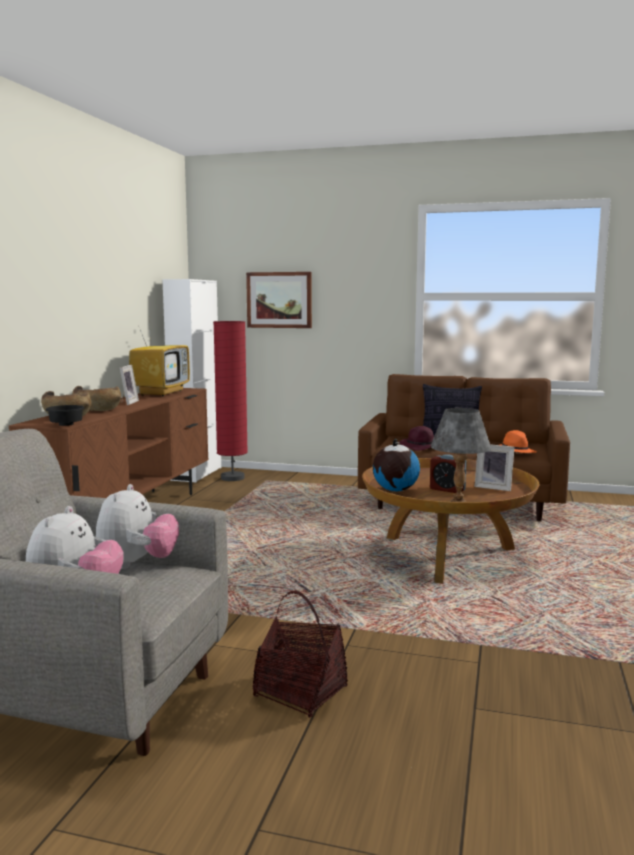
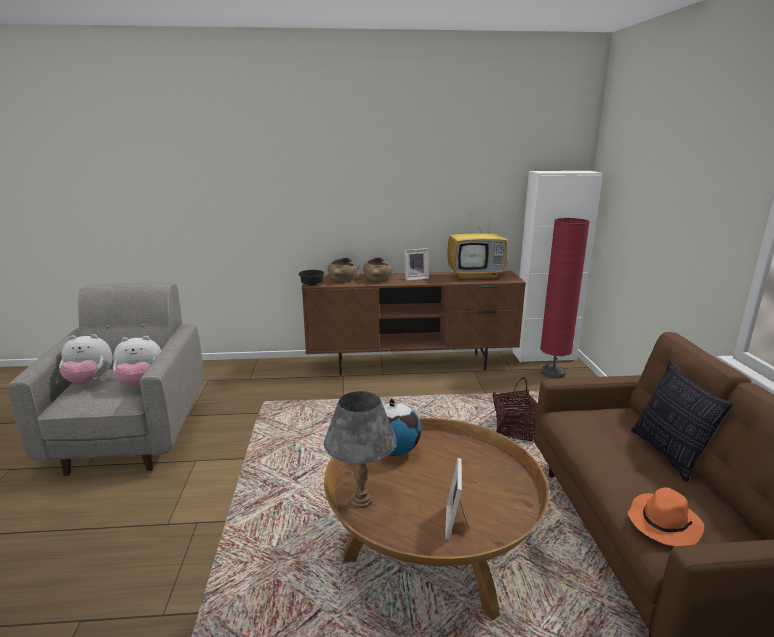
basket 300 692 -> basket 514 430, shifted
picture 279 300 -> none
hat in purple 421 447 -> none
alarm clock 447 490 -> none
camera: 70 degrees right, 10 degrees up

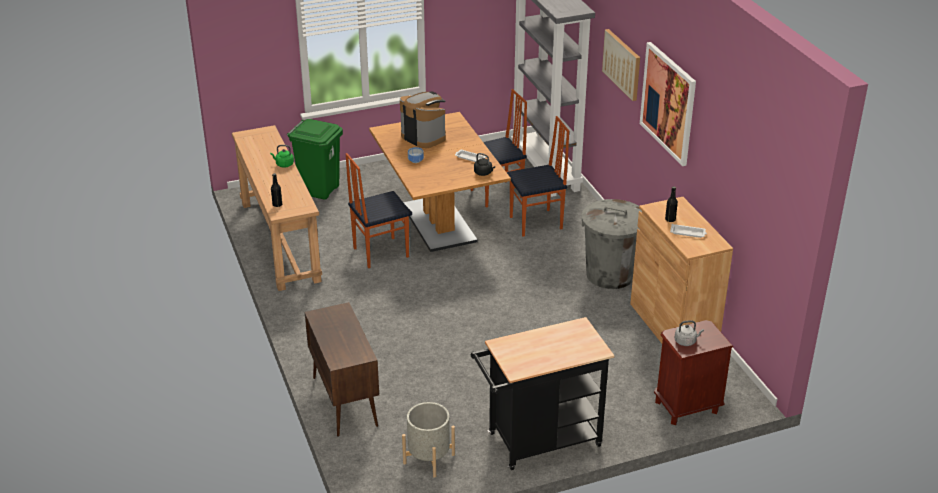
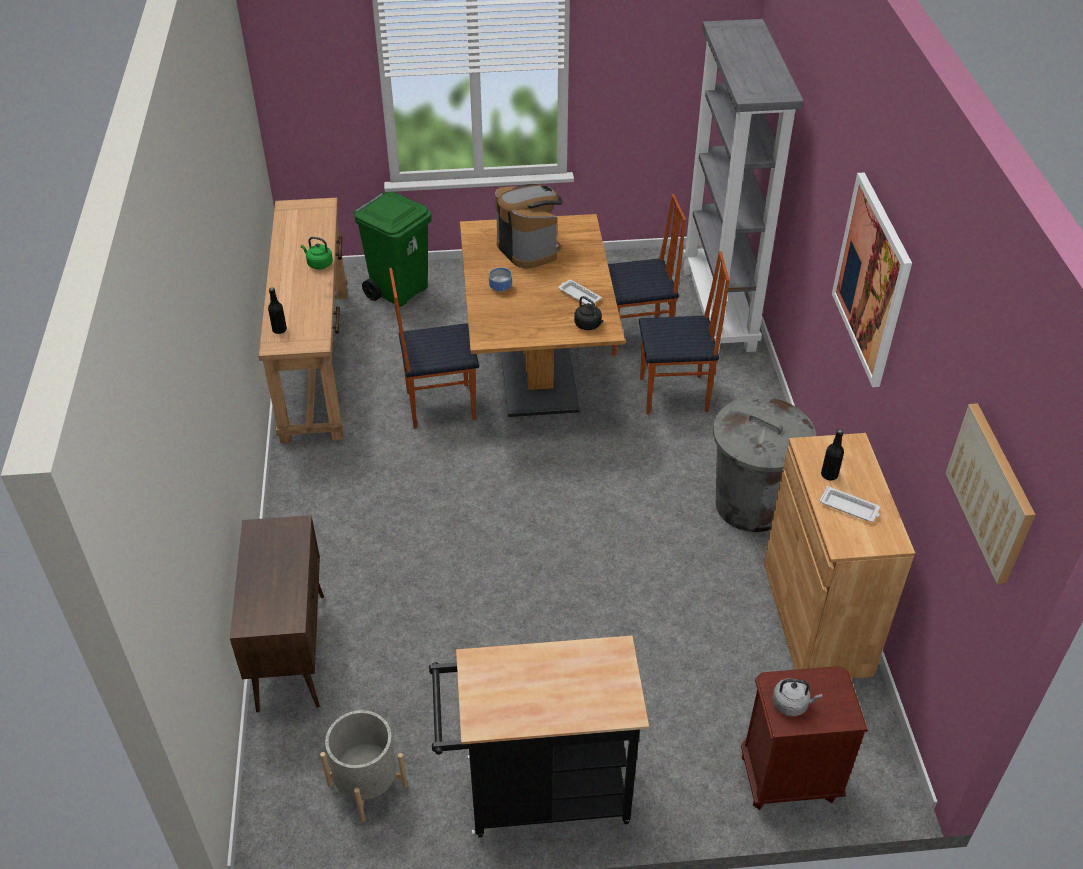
picture 622 64 -> picture 991 492, shifted
camera: 15 degrees right, 10 degrees up

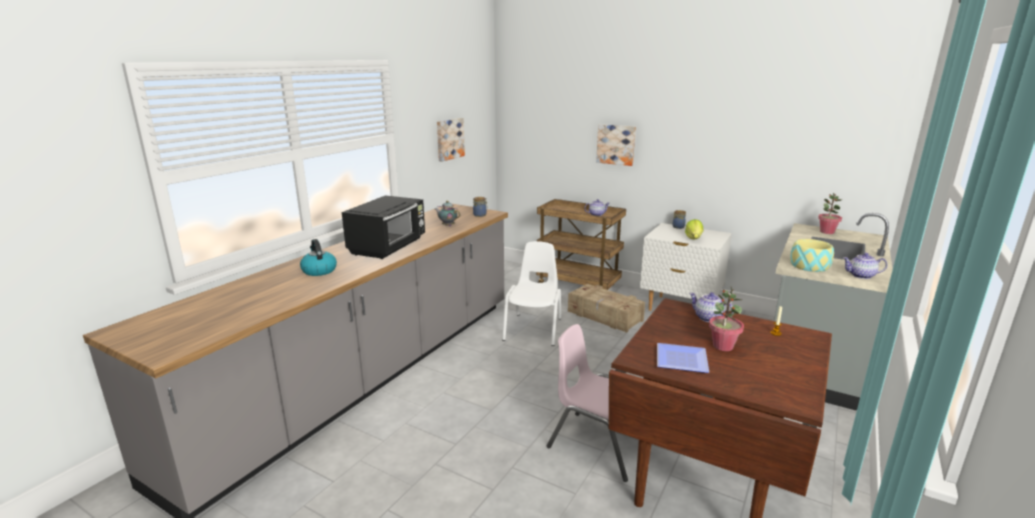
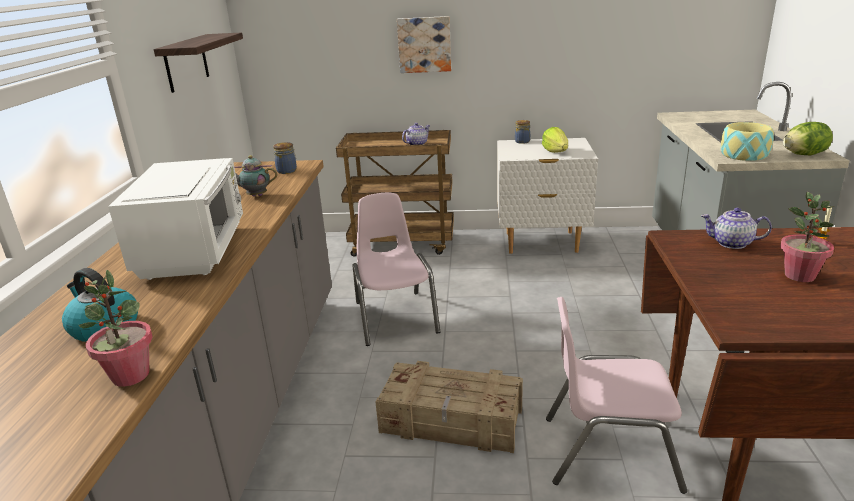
potted plant 827 232 -> potted plant 130 376, shifted
microwave in black 389 247 -> microwave in white 195 250
picture 449 139 -> shelf 186 62
chair in white 534 329 -> chair in pink 395 317
crate 605 316 -> crate 452 422, shifted
teapot 861 276 -> lettuce 803 155
plate 679 359 -> none
camera: 25 degrees left, 5 degrees up

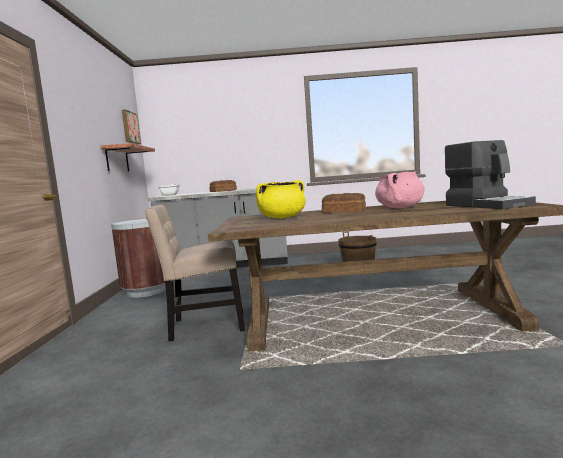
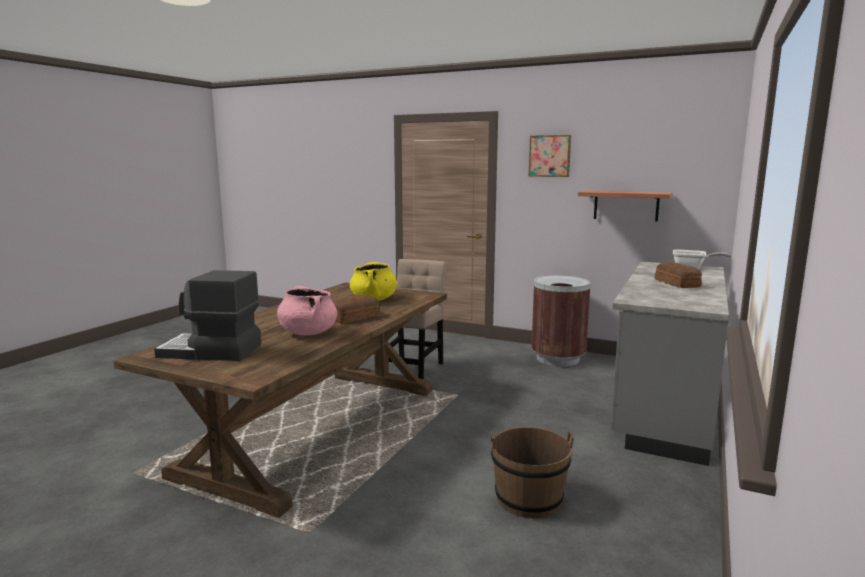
picture 129 127 -> picture 550 156, shifted
camera: 115 degrees right, 5 degrees up

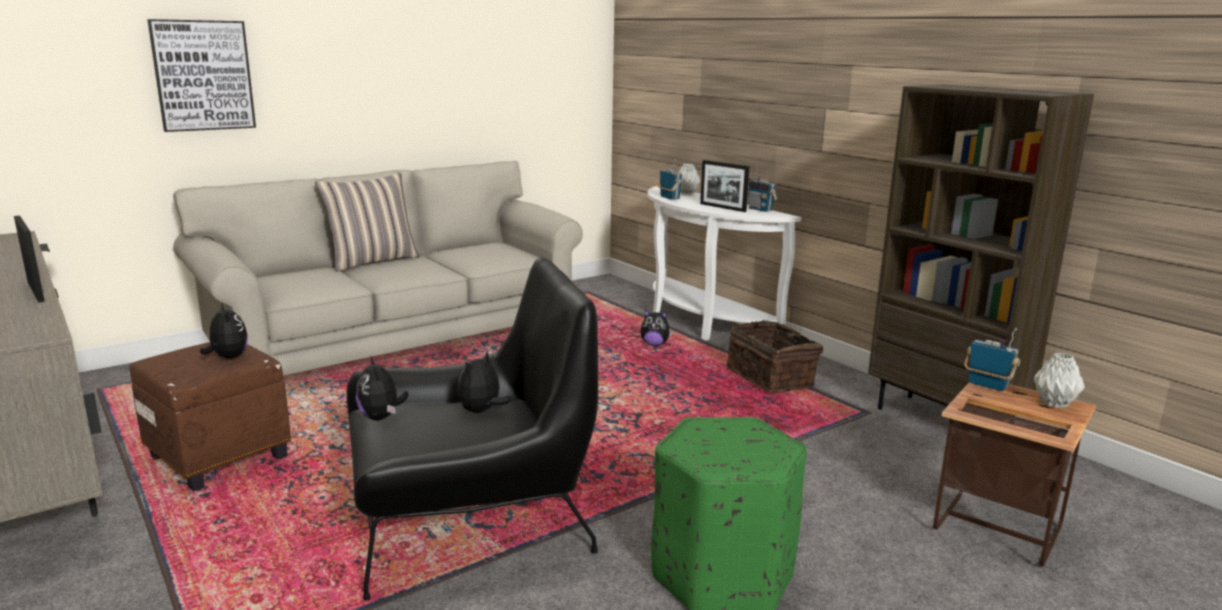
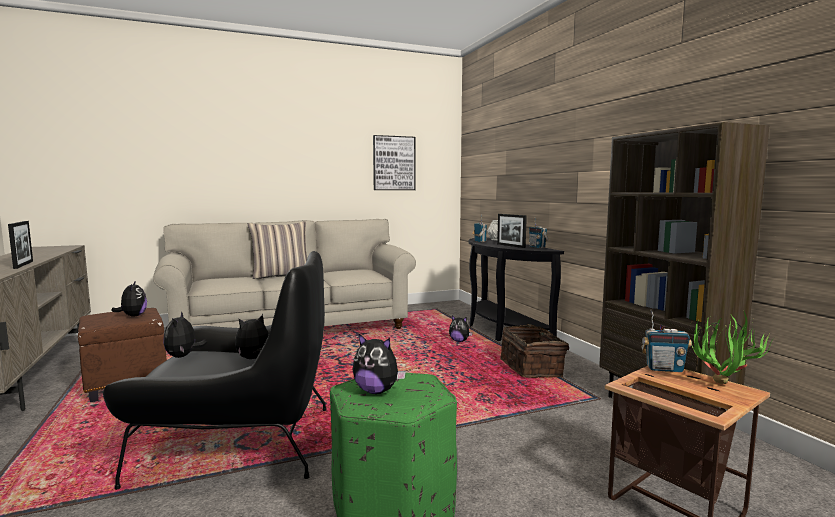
none -> plush toy 377 391
picture 203 75 -> picture 394 163, shifted
console table in white 699 323 -> console table in black 500 330
radio 987 385 -> radio 664 369, 135 degrees clockwise
vase in grey 1053 403 -> potted plant 723 387
camera: 15 degrees right, 10 degrees down

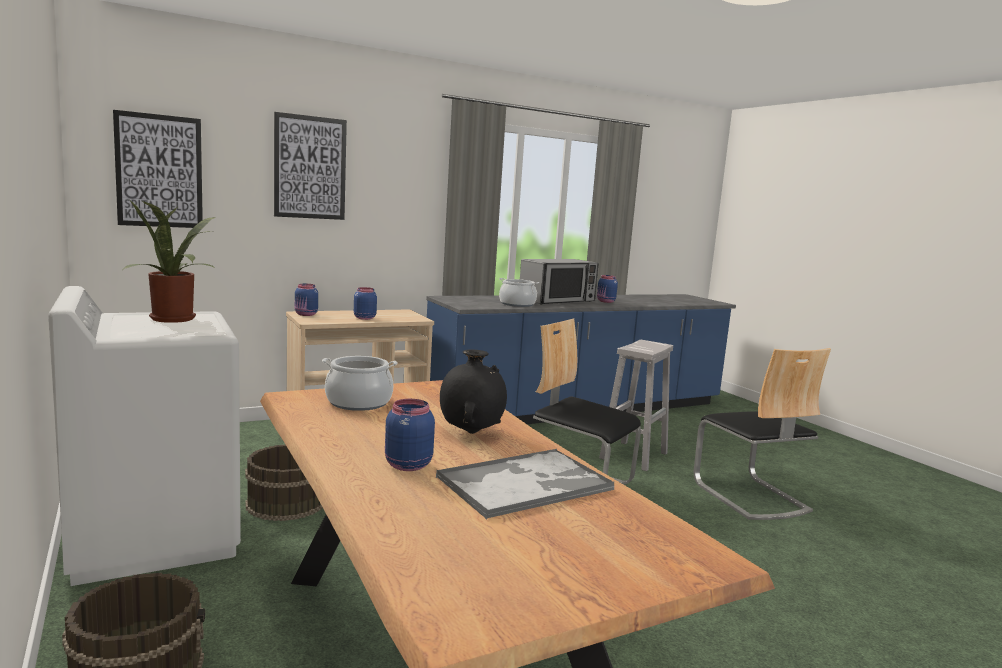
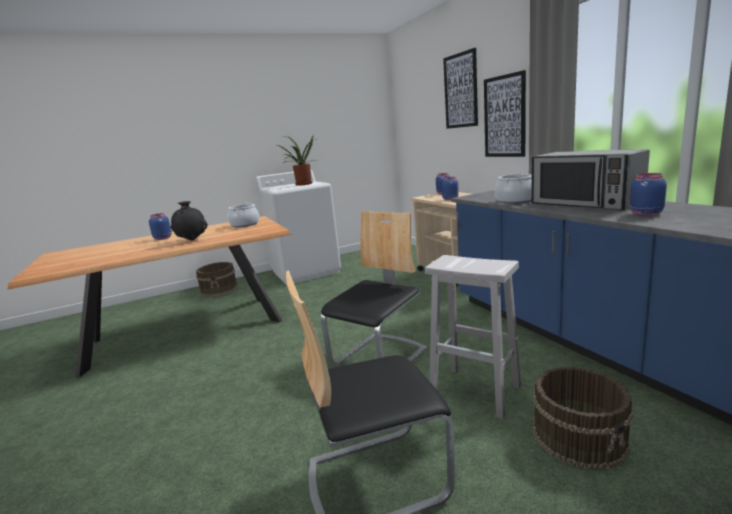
picture 159 171 -> picture 504 116, shifted
bucket in brown 286 502 -> bucket in brown 579 436, shifted
tray 526 483 -> none
camera: 95 degrees right, 5 degrees up

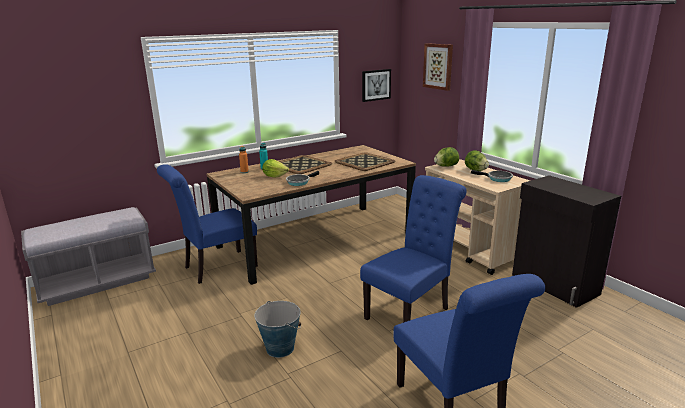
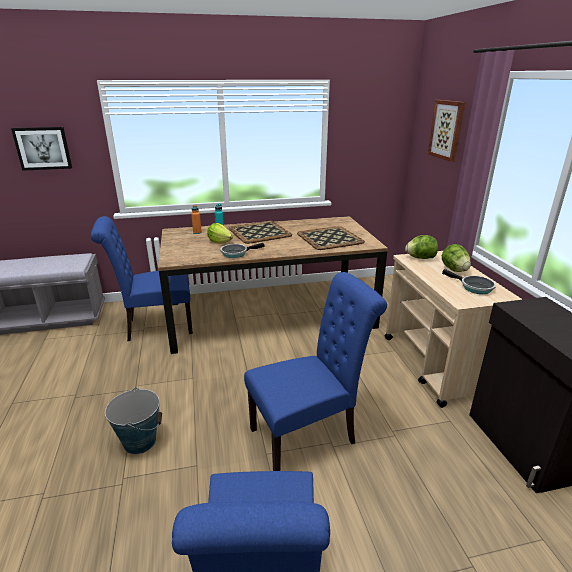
picture 375 85 -> picture 43 148, shifted
camera: 20 degrees right, 5 degrees up

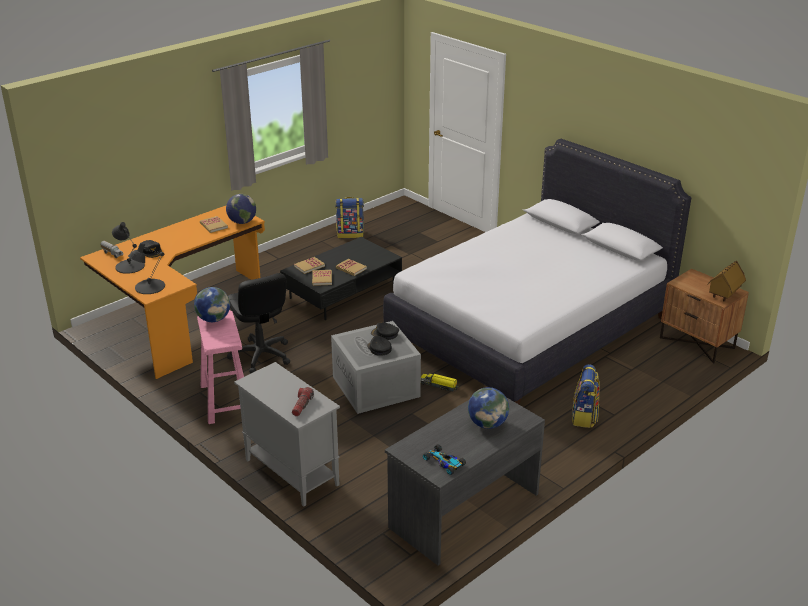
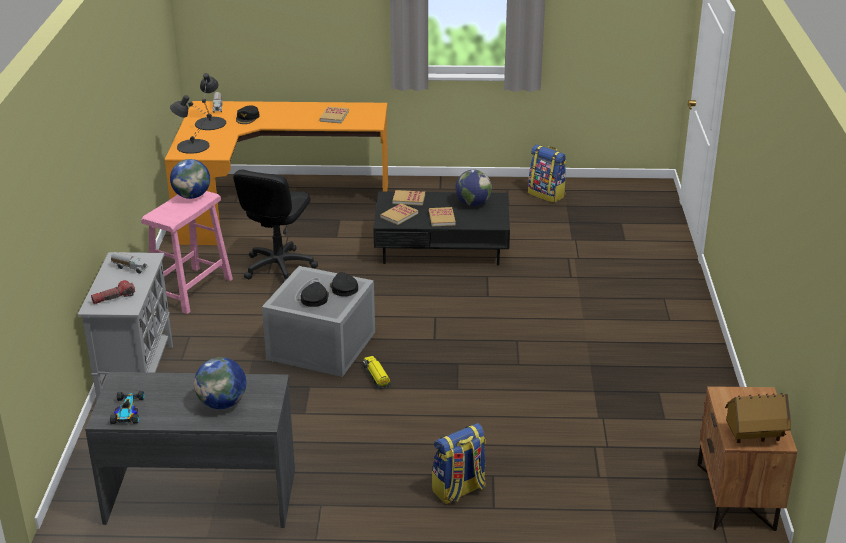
none -> toy truck 130 268
globe 242 222 -> globe 473 204, shifted
bed in white 529 327 -> none
camera: 45 degrees right, 0 degrees up

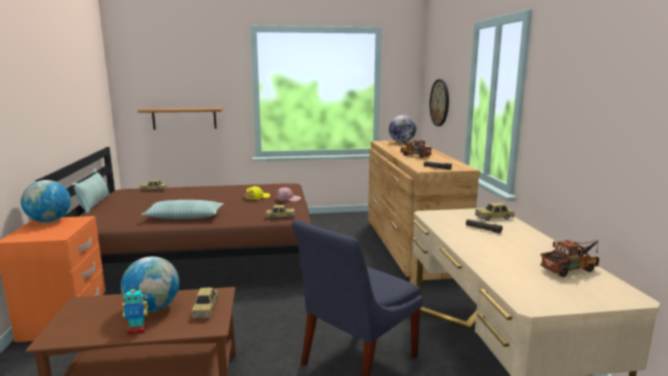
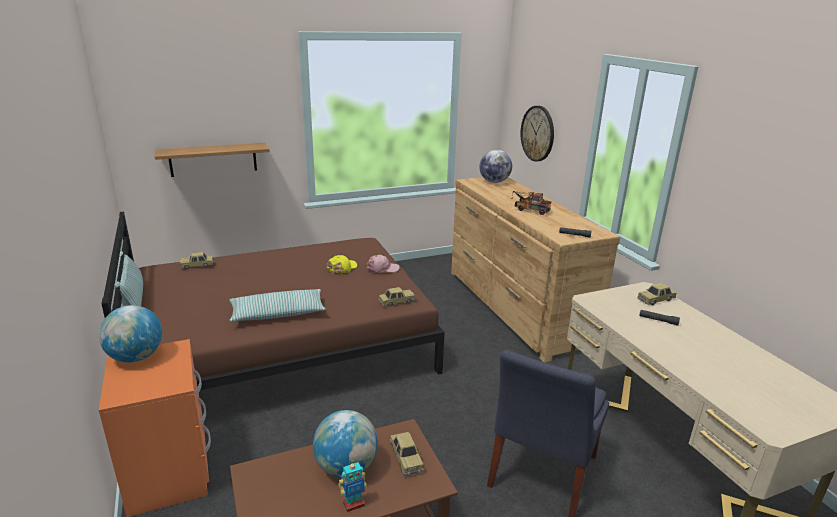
toy truck 571 269 -> none
camera: 15 degrees left, 10 degrees up

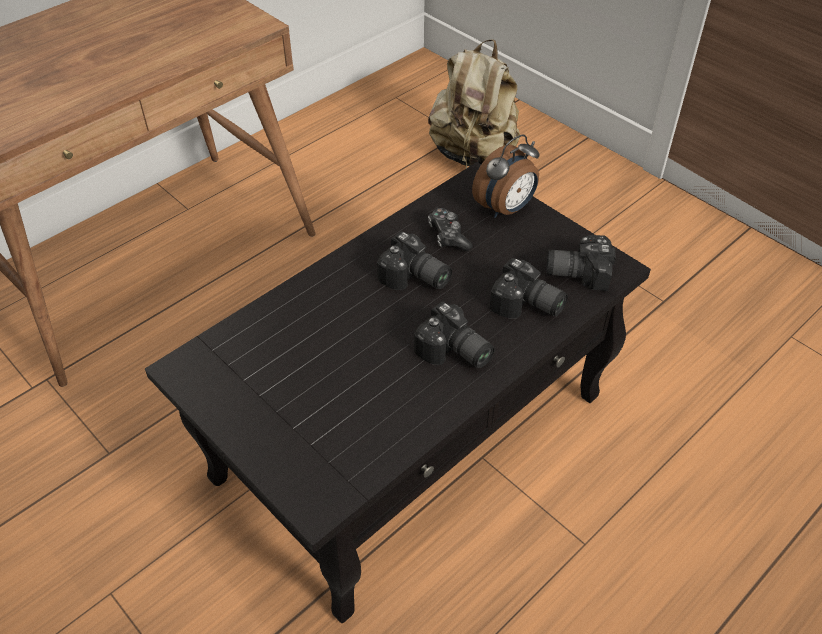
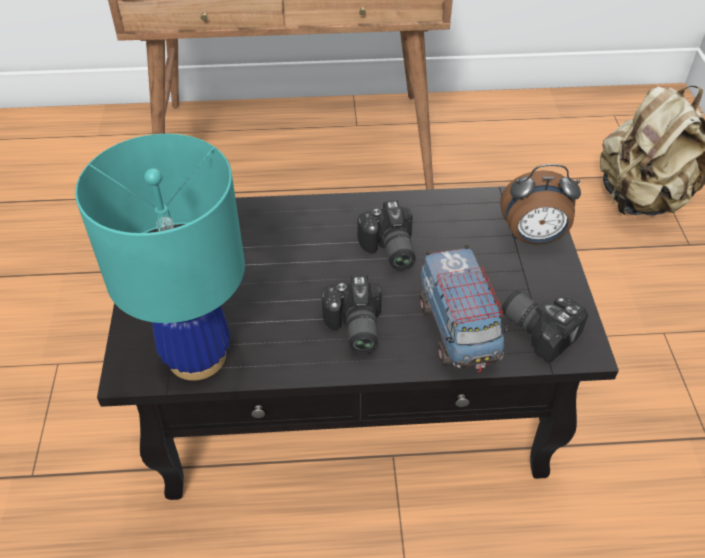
none -> table lamp in turquoise 197 356
photo camera 527 306 -> toy truck 458 330
game controller 448 236 -> none
camera: 40 degrees right, 0 degrees up

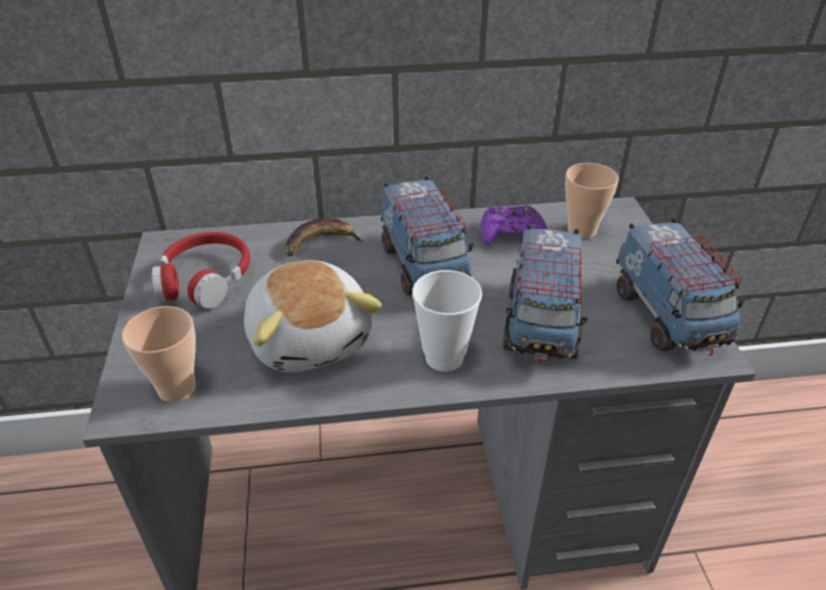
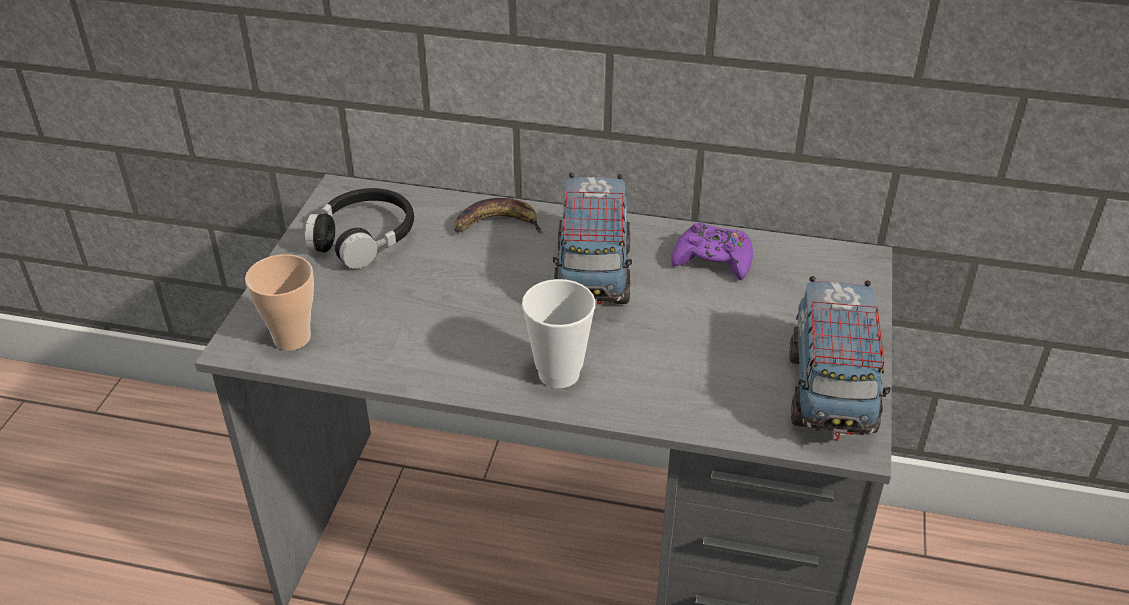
headphones in red 205 279 -> headphones in black 363 238
plush toy 311 338 -> none
toy truck 541 324 -> none
cup 581 230 -> none
camera: 20 degrees right, 0 degrees up

